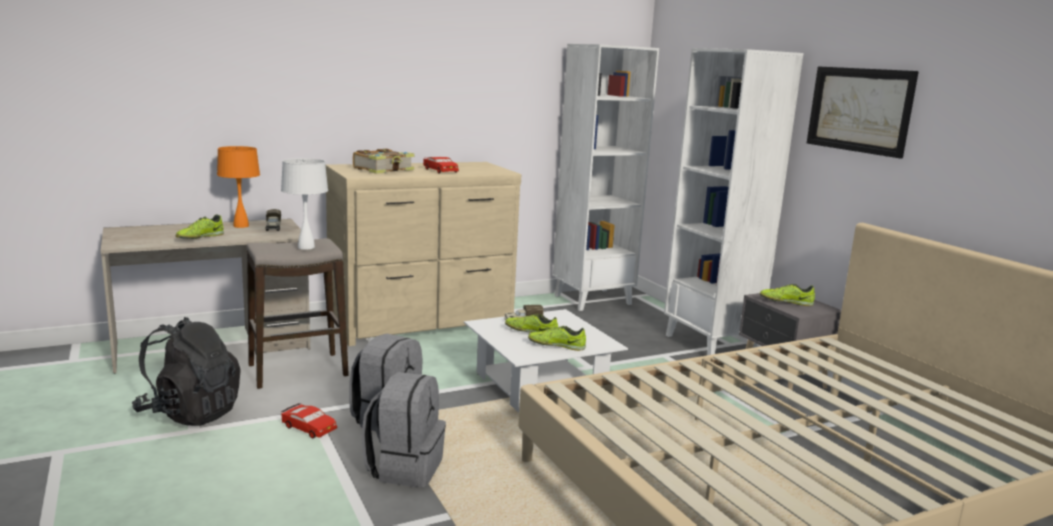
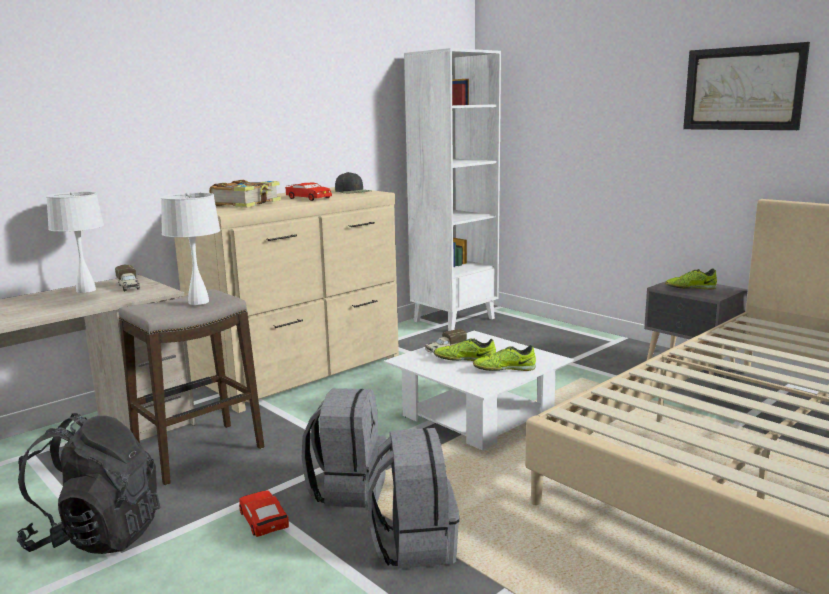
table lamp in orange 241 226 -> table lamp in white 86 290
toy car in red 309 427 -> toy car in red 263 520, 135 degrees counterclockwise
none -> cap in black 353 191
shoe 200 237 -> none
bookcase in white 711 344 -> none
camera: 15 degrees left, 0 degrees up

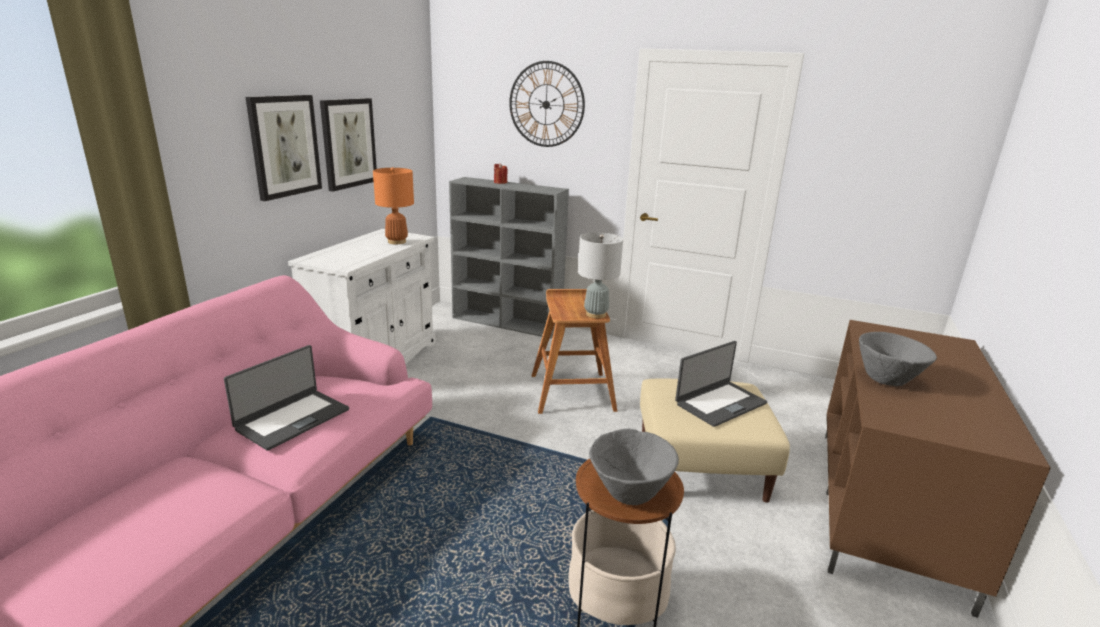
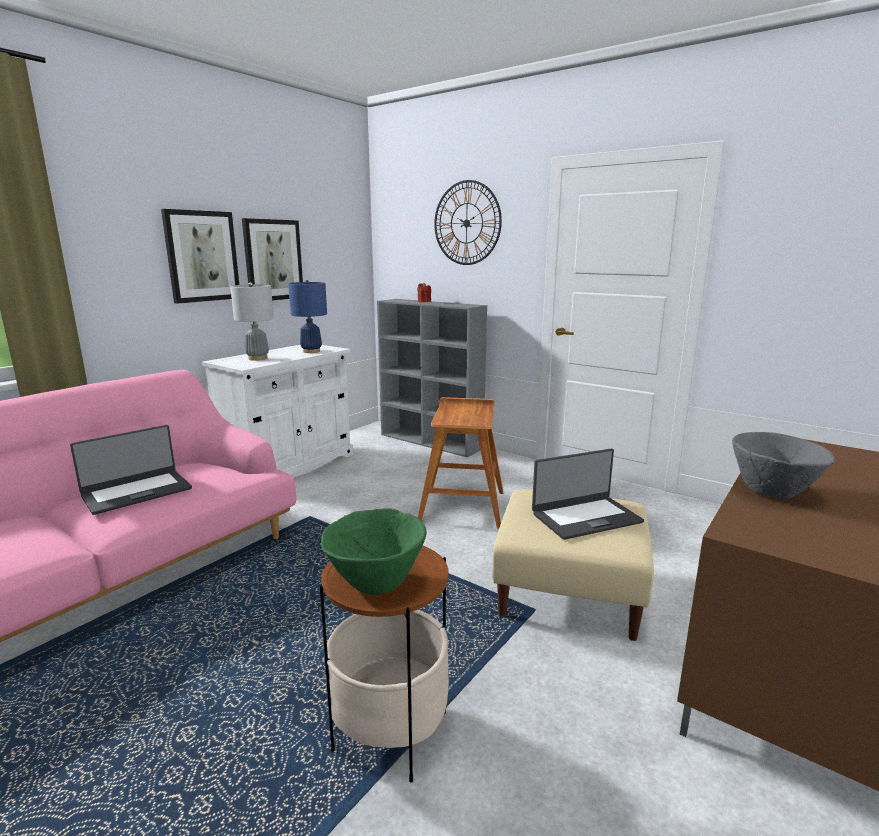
table lamp in grey 595 314 -> table lamp in grey 258 358, shifted
table lamp in orange 396 242 -> table lamp in blue 311 351
bowl in grey 629 494 -> bowl in green 375 583
camera: 15 degrees right, 5 degrees down

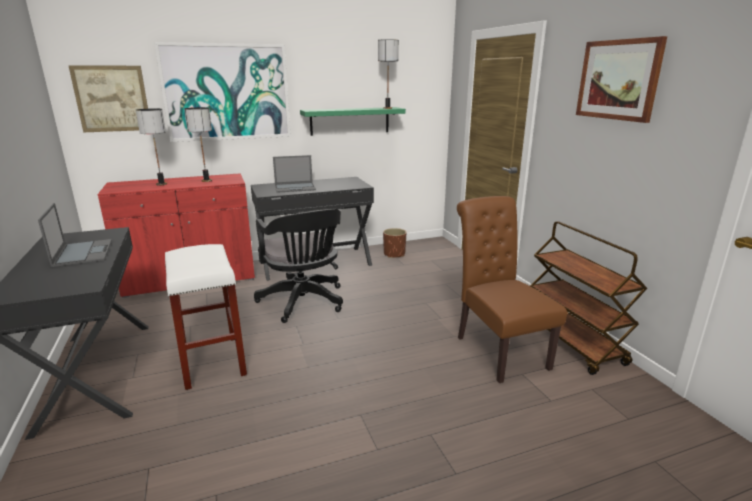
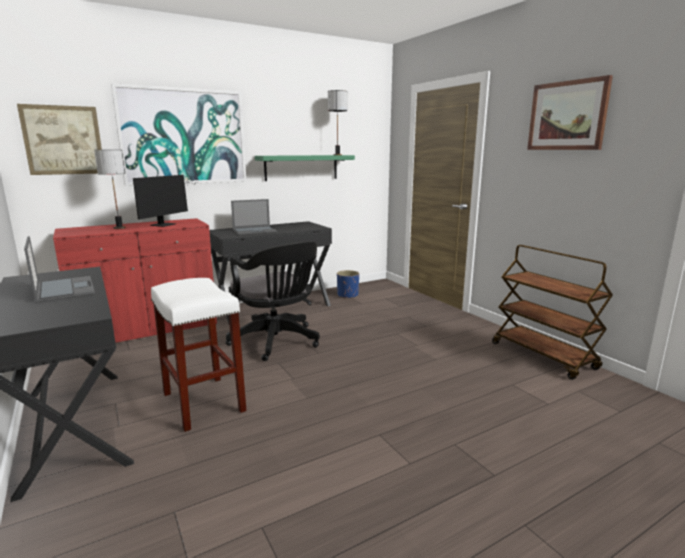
table lamp 206 180 -> monitor 166 224
planter in brown 394 254 -> planter in blue 347 295
chair in brown 497 349 -> none
camera: 10 degrees left, 5 degrees down

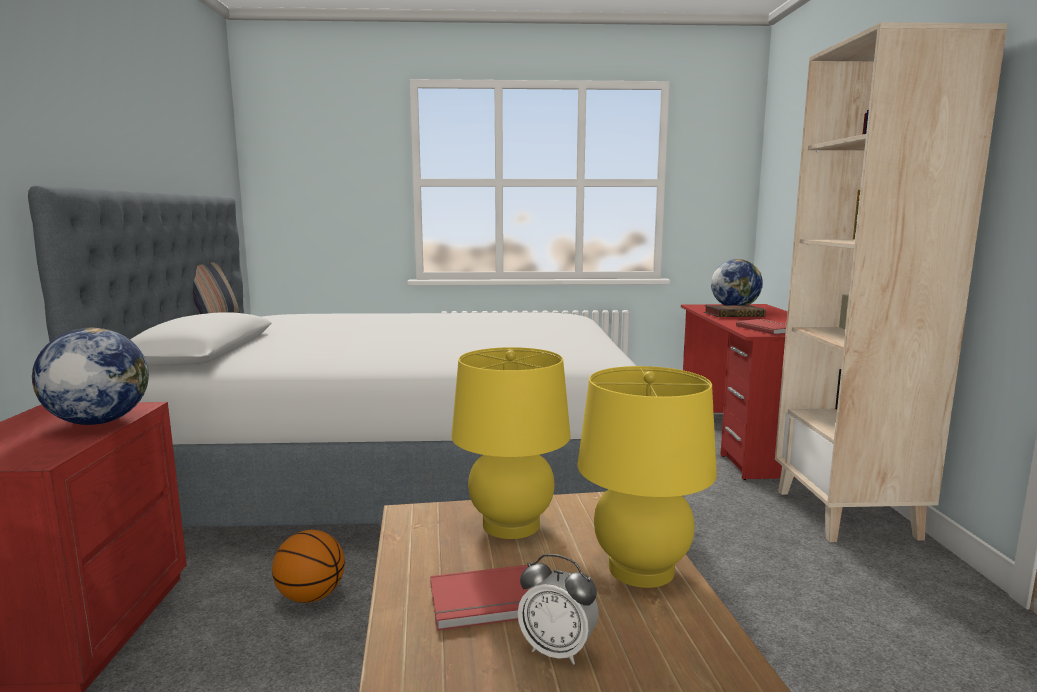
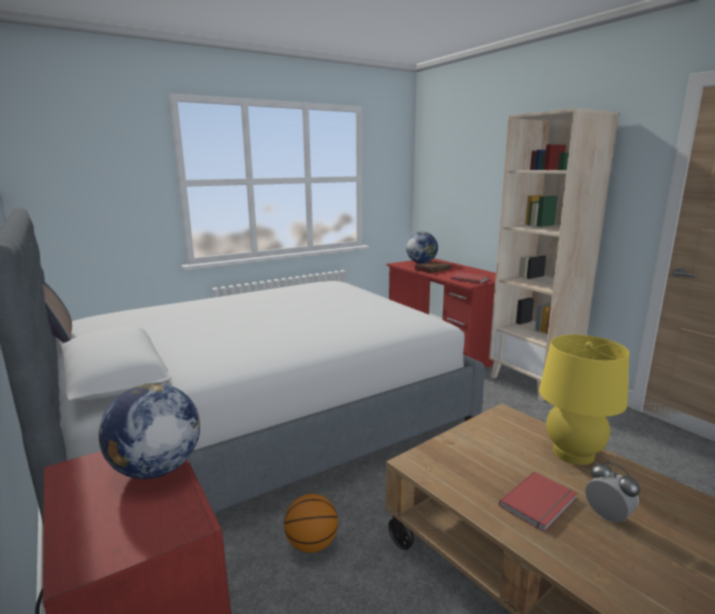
alarm clock 557 650 -> alarm clock 607 516, 120 degrees counterclockwise
table lamp in yellow 511 525 -> none
camera: 30 degrees left, 5 degrees up

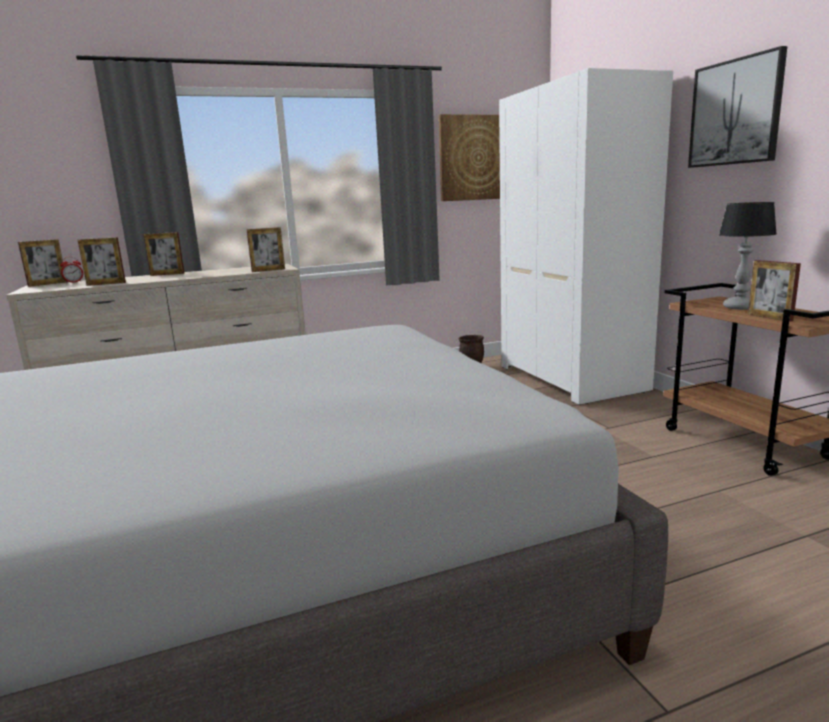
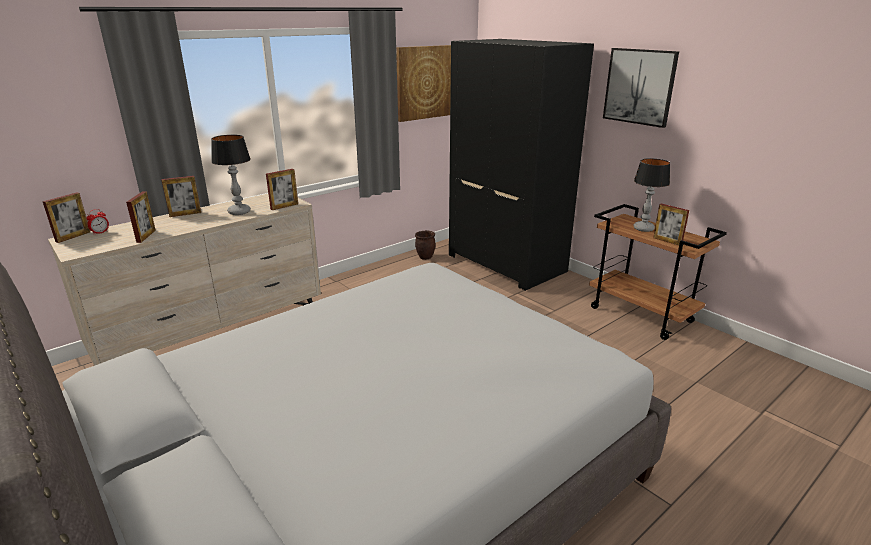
picture frame 106 284 -> picture frame 146 236, 60 degrees counterclockwise
none -> table lamp 239 212
wardrobe in white 572 378 -> wardrobe in black 507 263
camera: 20 degrees left, 10 degrees up

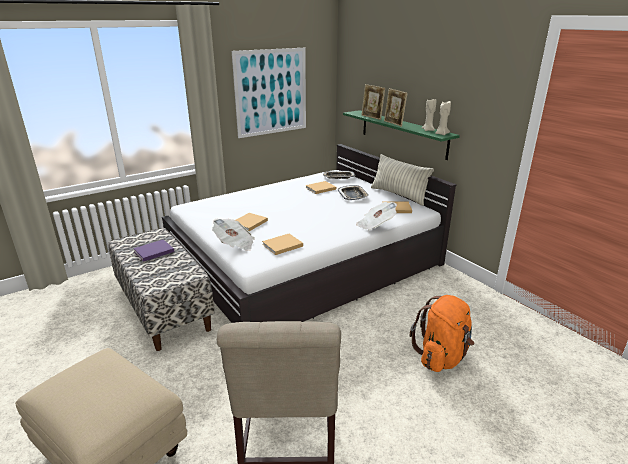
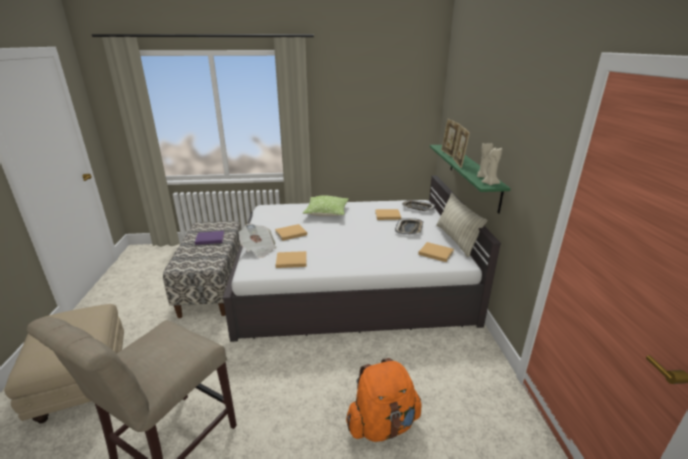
none -> pillow 326 212
picture 271 92 -> none
newspaper 375 225 -> none
camera: 30 degrees right, 0 degrees up

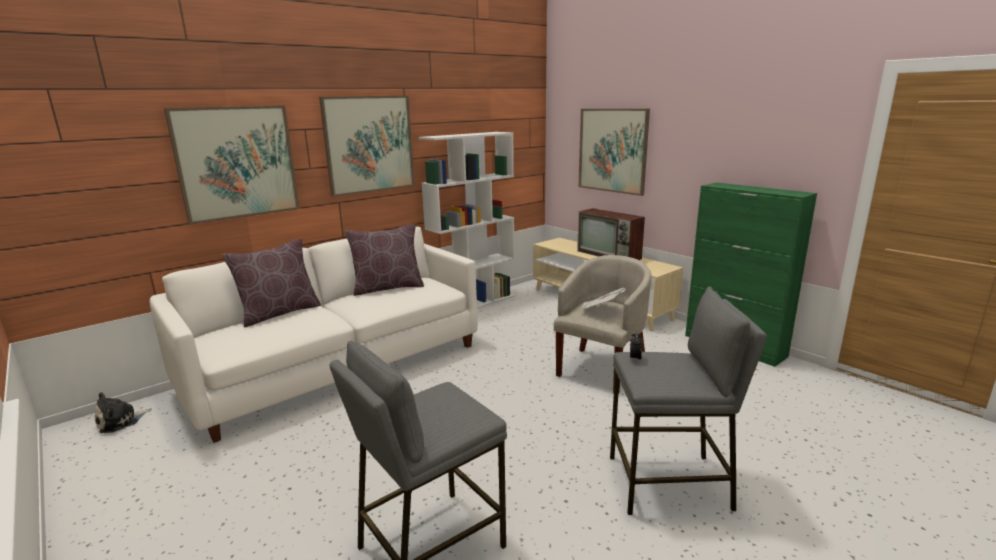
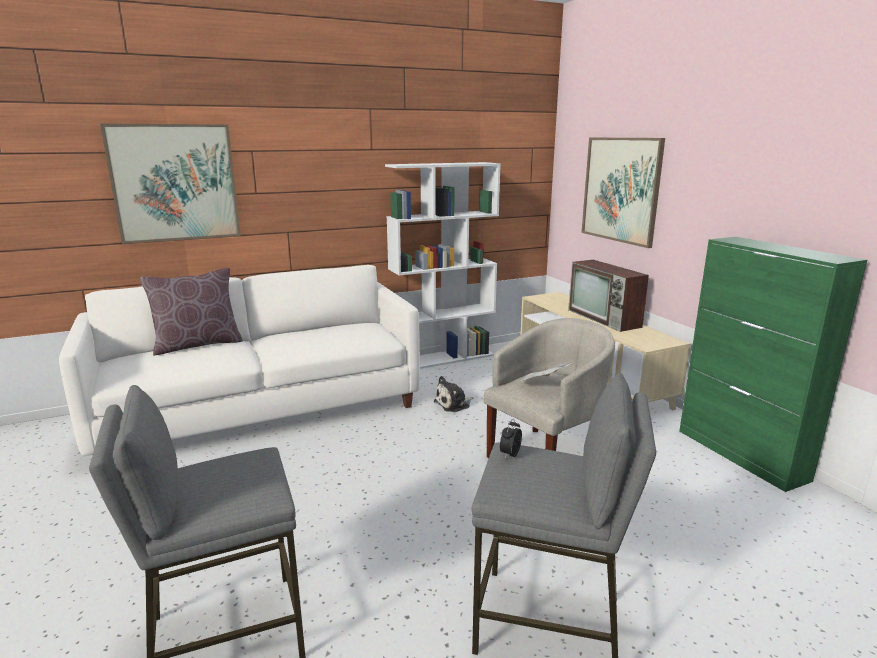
plush toy 120 421 -> plush toy 453 404, shifted
picture 369 144 -> none
pillow in brown 387 288 -> none
camera: 15 degrees right, 0 degrees up

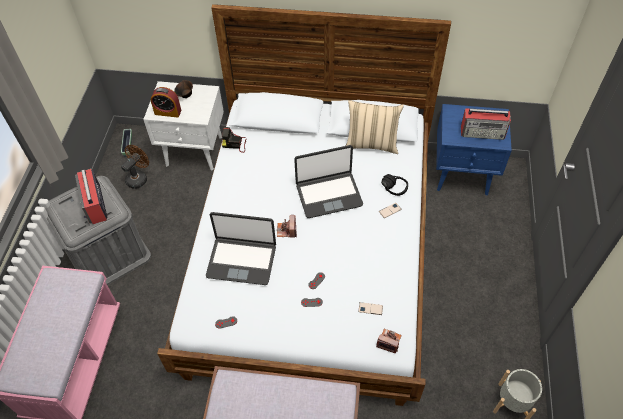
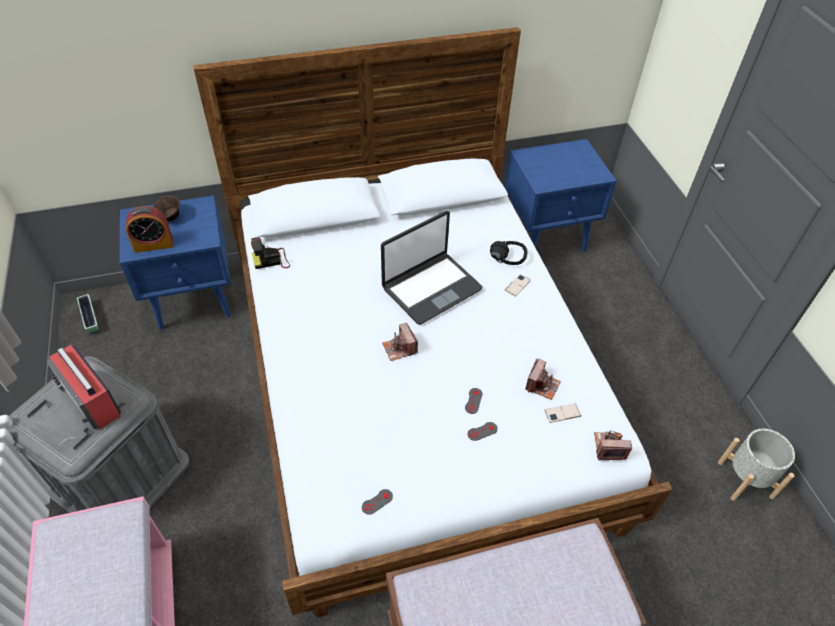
nightstand in white 195 151 -> nightstand in blue 195 300
none -> photo camera 542 385
fan in brown 139 178 -> none
laptop 242 260 -> none
pillow in beige 371 144 -> none
radio 483 132 -> none
camera: 25 degrees left, 5 degrees down

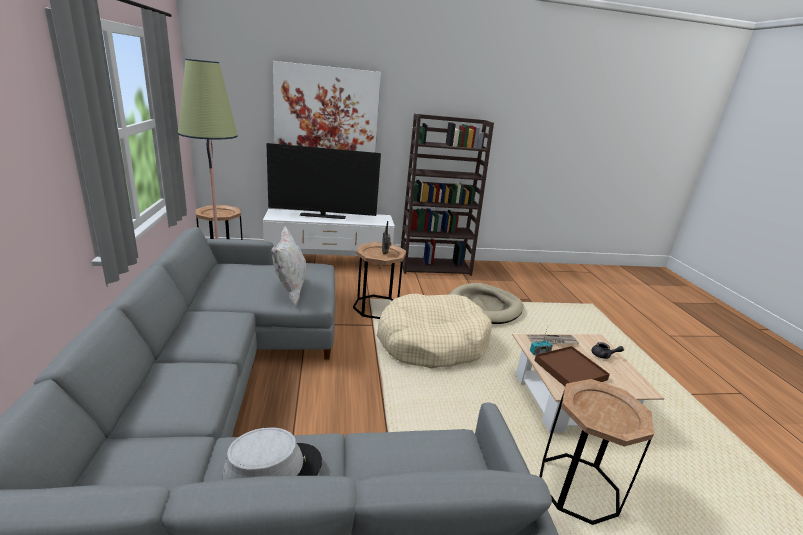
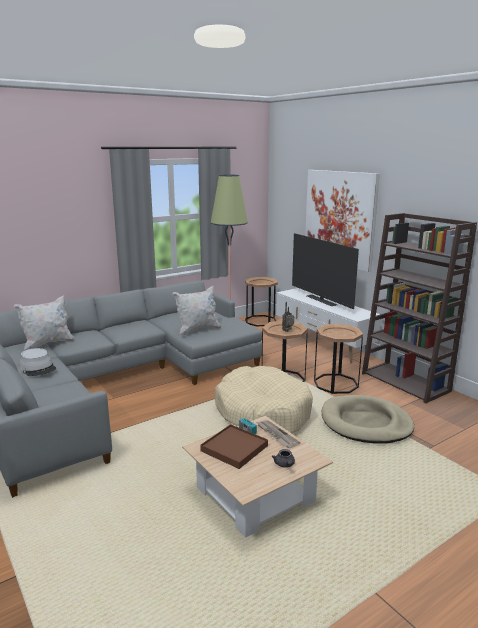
none -> pillow in white 48 344
side table in brown 578 487 -> side table in brown 336 383, shifted
camera: 65 degrees right, 5 degrees down

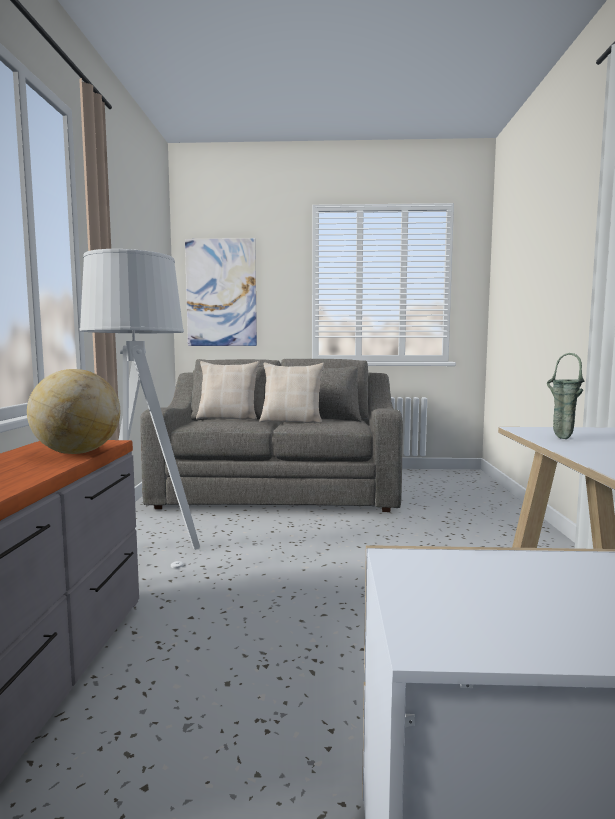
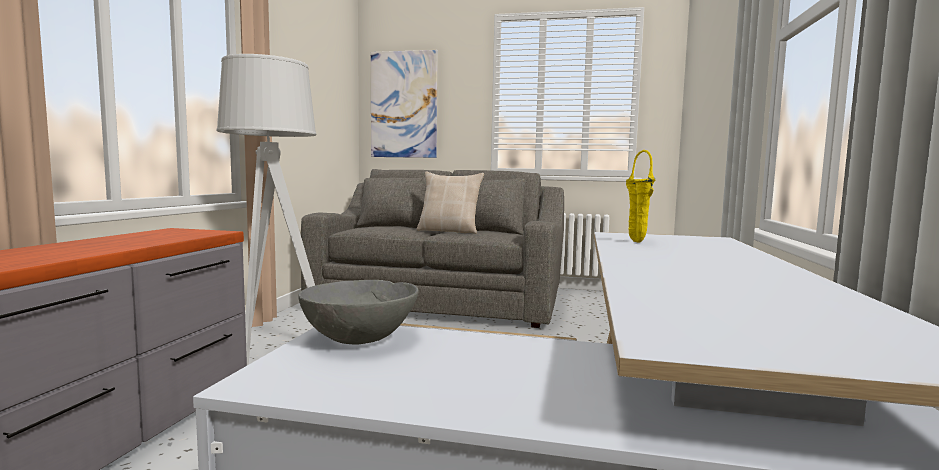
none -> bowl in grey 360 337
vase in green 560 438 -> vase in yellow 634 241
globe 77 452 -> none
pillow in beige 228 418 -> none
camera: 10 degrees right, 0 degrees up

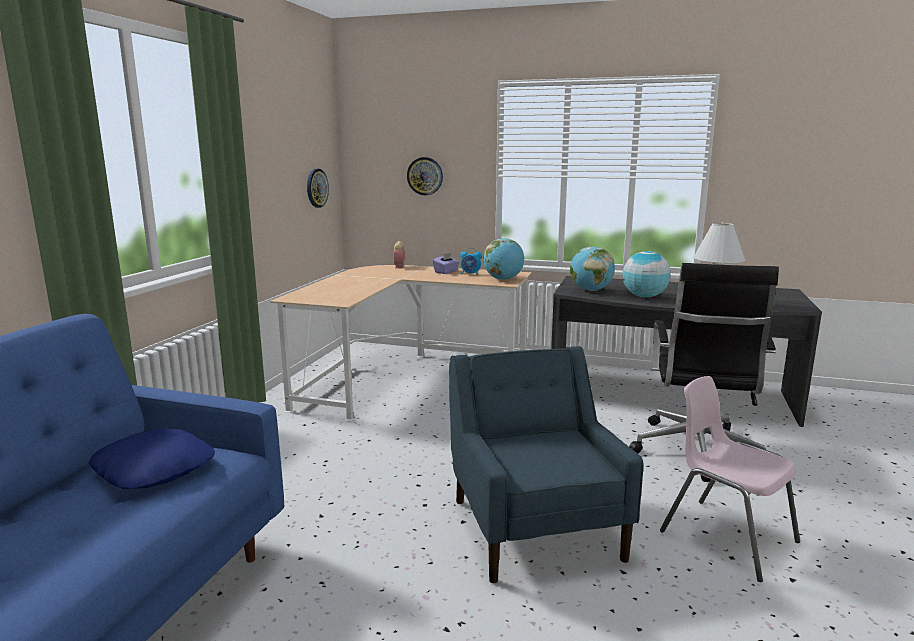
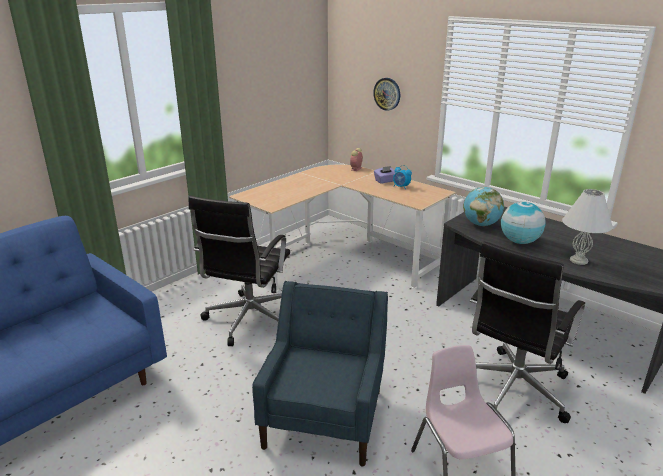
none -> office chair in black 249 320
pillow in blue 155 469 -> none
wall clock 316 188 -> none
globe 503 279 -> none
camera: 25 degrees right, 10 degrees up

